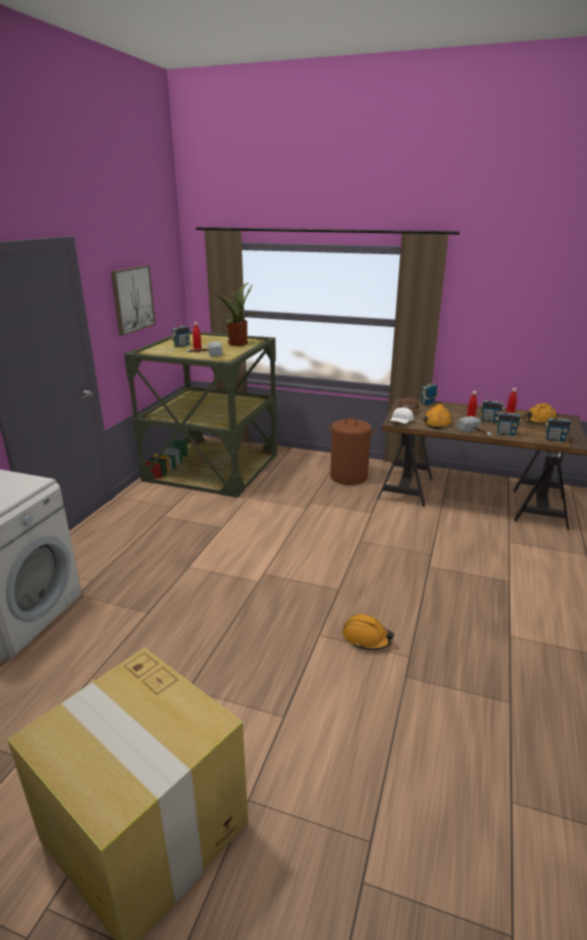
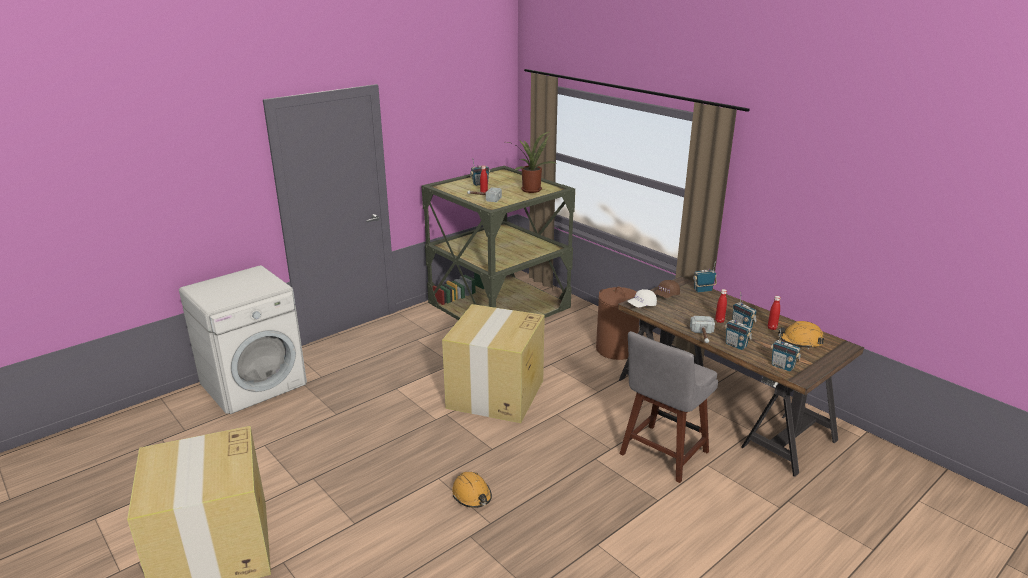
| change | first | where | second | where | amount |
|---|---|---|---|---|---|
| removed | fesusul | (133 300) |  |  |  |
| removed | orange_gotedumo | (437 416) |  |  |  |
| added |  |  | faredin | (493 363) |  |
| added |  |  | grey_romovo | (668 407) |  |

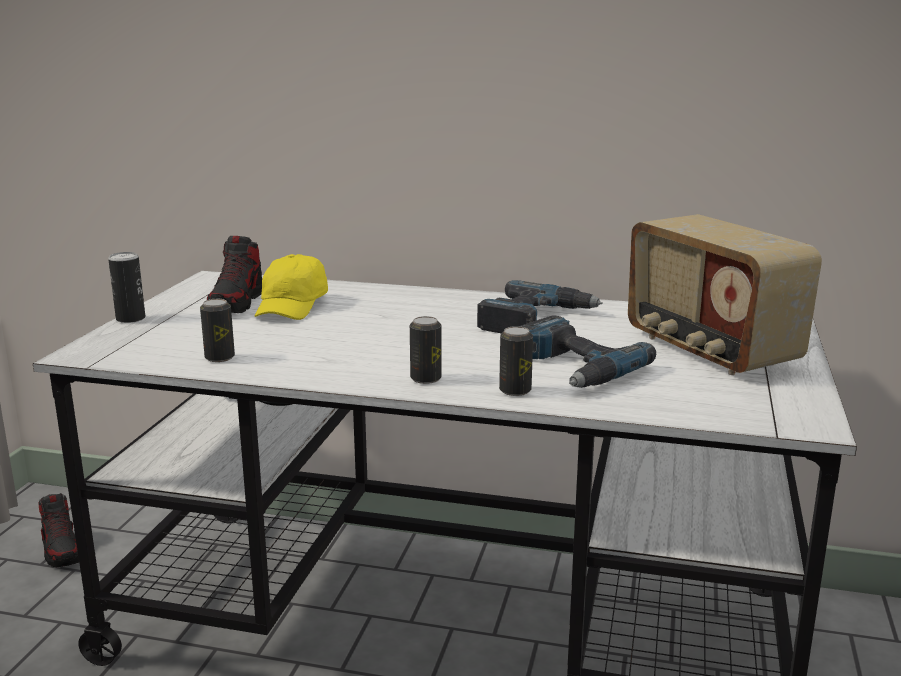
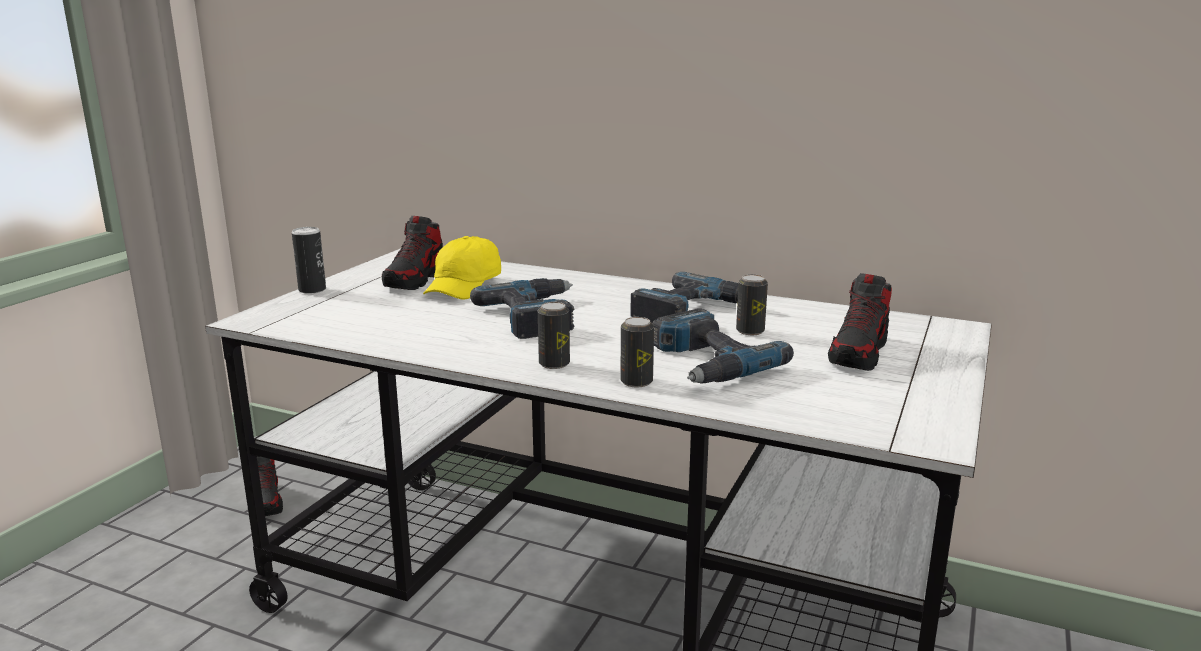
| change | first | where | second | where | amount |
|---|---|---|---|---|---|
| added |  |  | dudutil | (522 308) |  |
| moved | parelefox | (217 330) |  | (752 304) |  |
| replaced | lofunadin | (725 294) | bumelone | (860 322) |  |

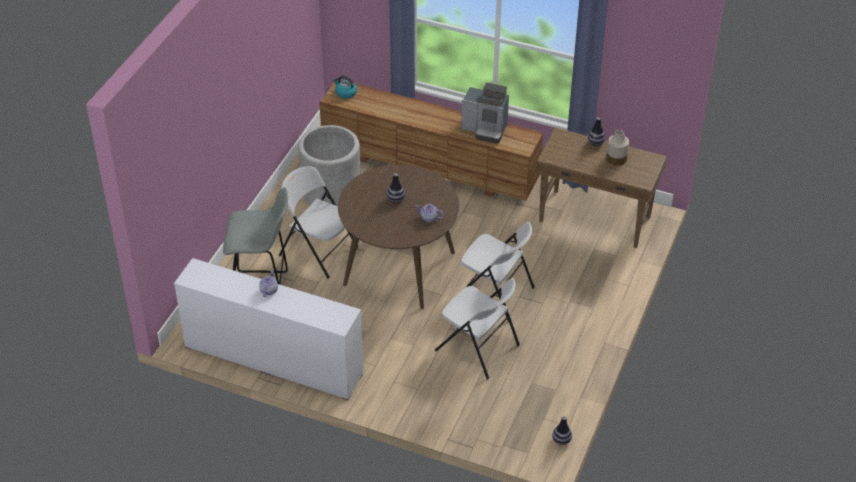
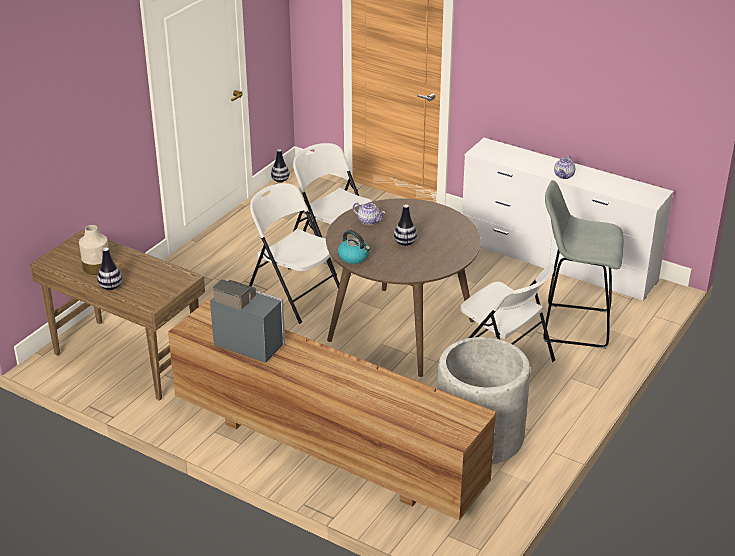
| change | first | where | second | where | amount |
|---|---|---|---|---|---|
| moved | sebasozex | (345 87) |  | (354 247) |  |

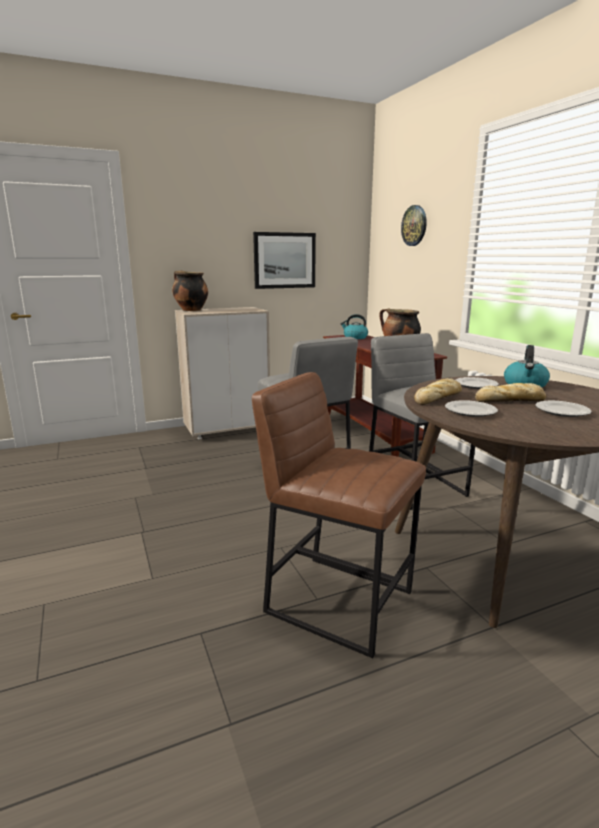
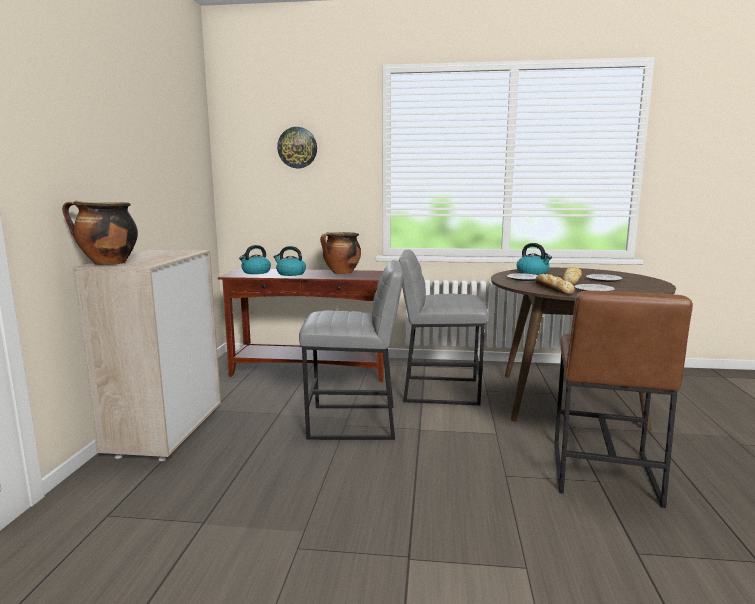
| change | first | where | second | where | amount |
|---|---|---|---|---|---|
| removed | fesusul | (284 260) |  |  |  |
| added |  |  | sebasozex | (289 261) |  |
| turned | brown_romovo | (339 515) |  | (623 399) | 45 degrees counterclockwise |

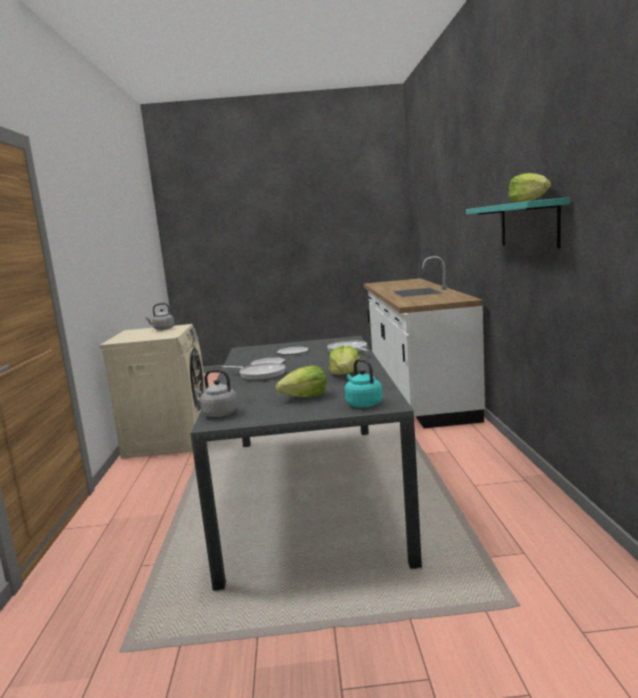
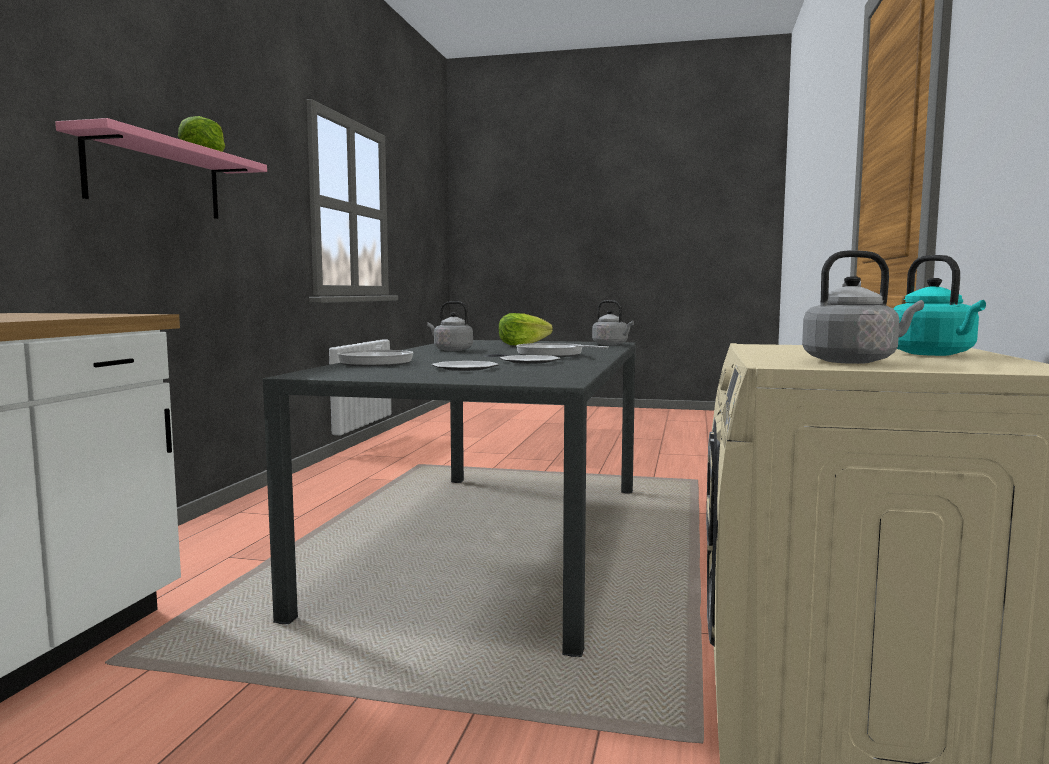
| change | first | where | second | where | amount |
|---|---|---|---|---|---|
| moved | turquoise_sebasozex | (363 383) |  | (939 305) |  |
| replaced | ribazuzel | (344 360) | grey_sebasozex | (450 326) |  |
| recoloured | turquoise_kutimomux | (518 222) | pink_kutimomux | (161 168) |  |

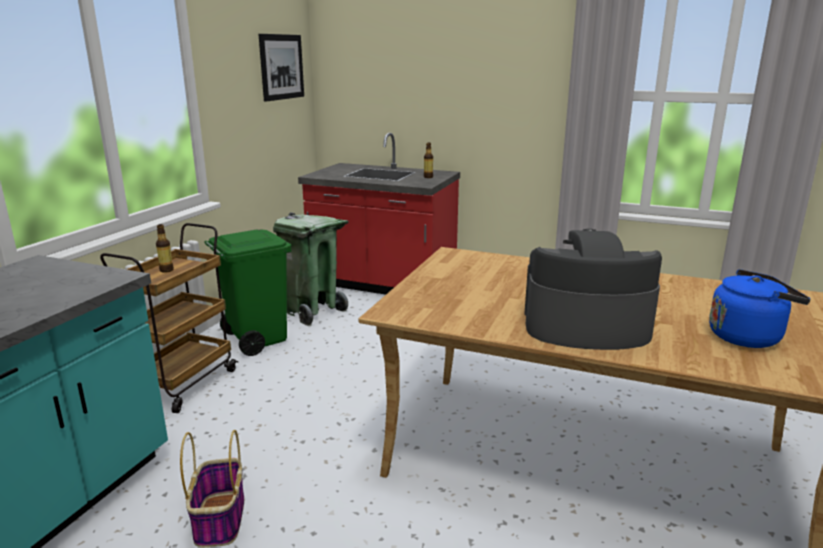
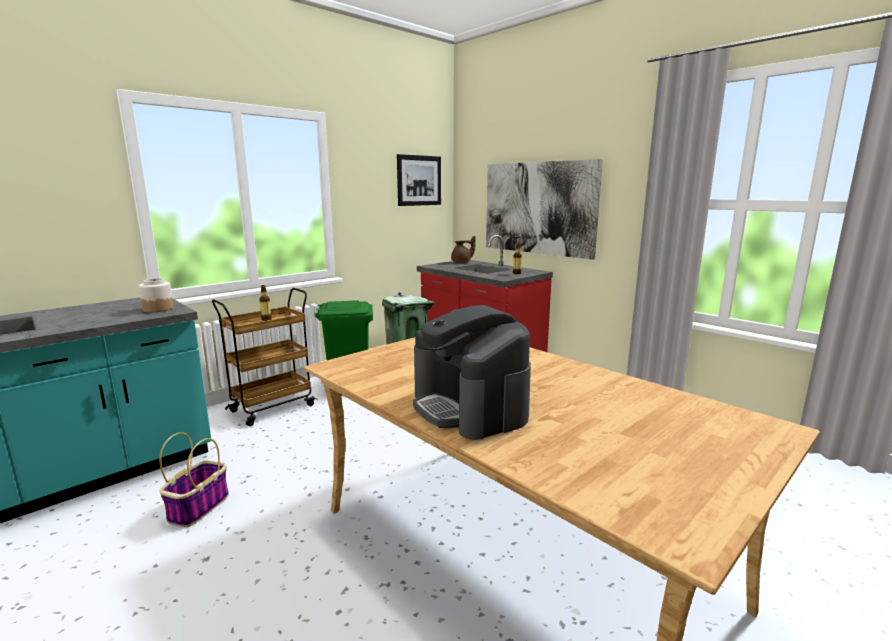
| change | first | where | second | where | amount |
|---|---|---|---|---|---|
| removed | blue_sebasozex | (759 308) |  |  |  |
| added |  |  | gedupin | (156 295) |  |
| added |  |  | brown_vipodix | (463 249) |  |
| added |  |  | fesusul | (544 209) |  |
| turned | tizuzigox | (593 289) |  | (472 372) | 150 degrees counterclockwise |

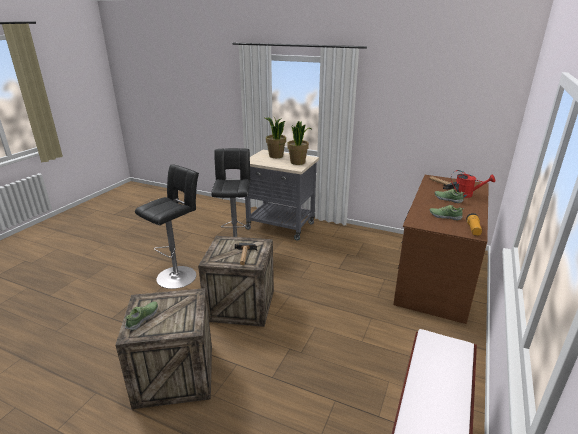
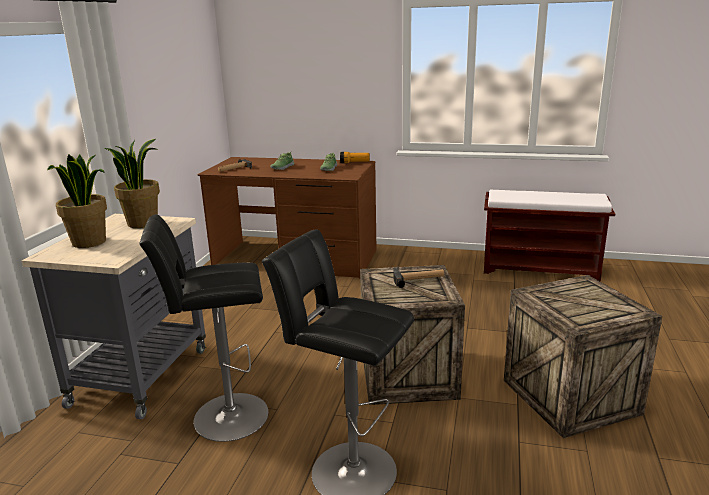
| change | first | where | second | where | amount |
|---|---|---|---|---|---|
| removed | bumelone | (141 315) |  |  |  |
| removed | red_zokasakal | (473 184) |  |  |  |

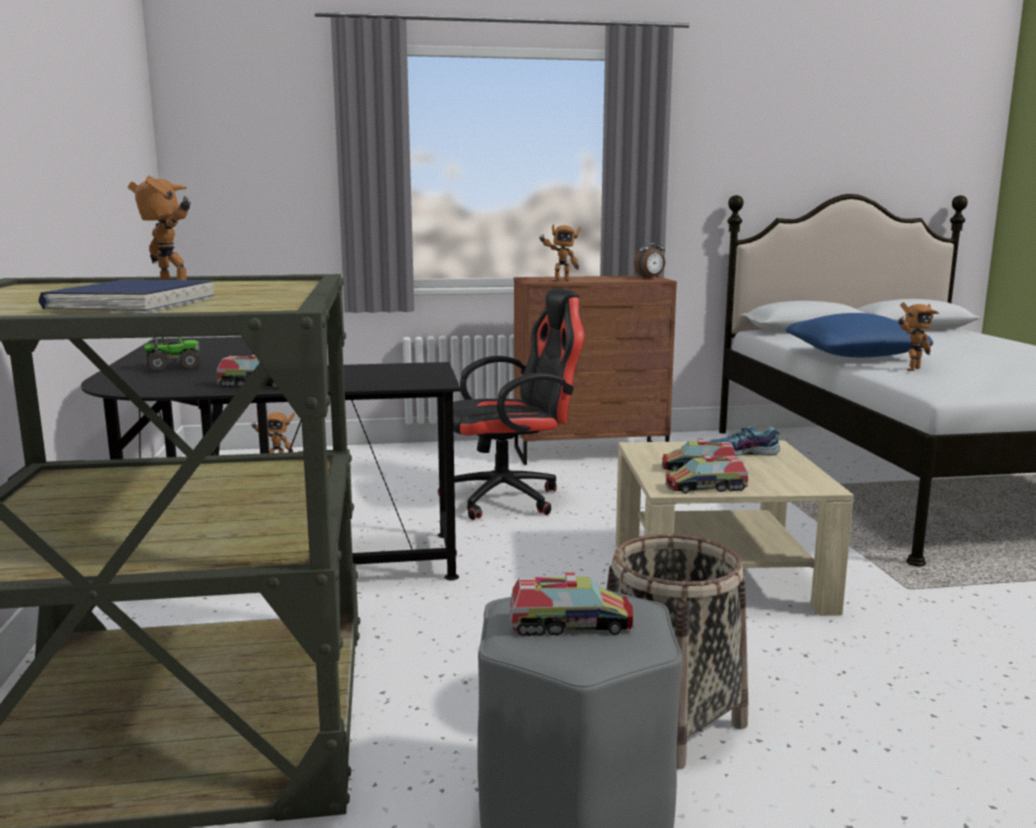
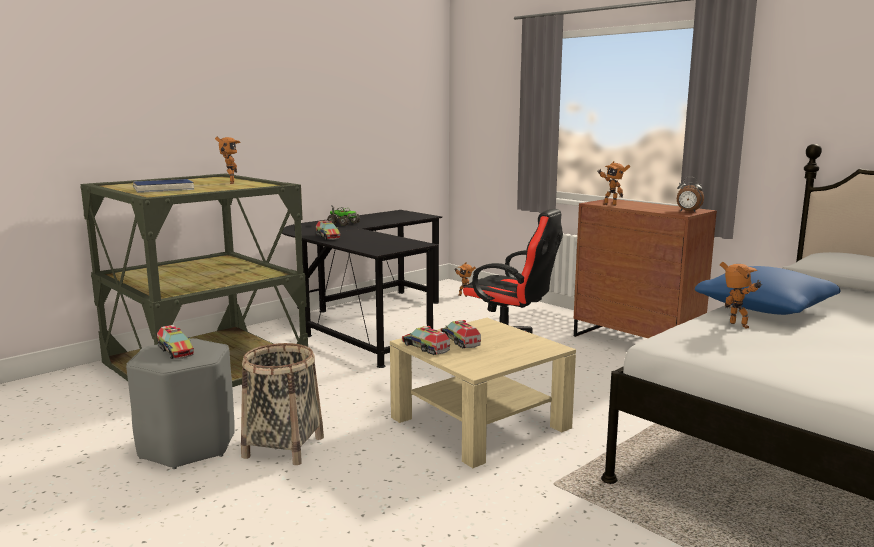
| change | first | where | second | where | amount |
|---|---|---|---|---|---|
| removed | bumelone | (745 441) |  |  |  |
| turned | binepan | (918 336) |  | (741 295) | 135 degrees counterclockwise |

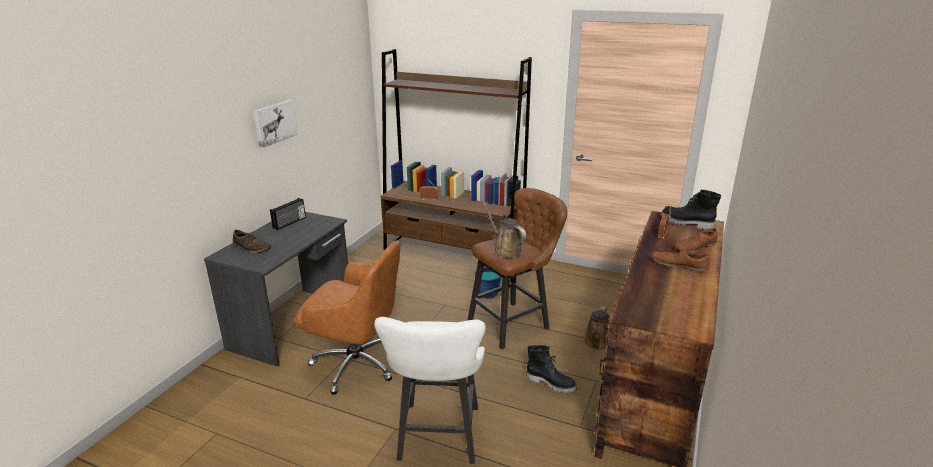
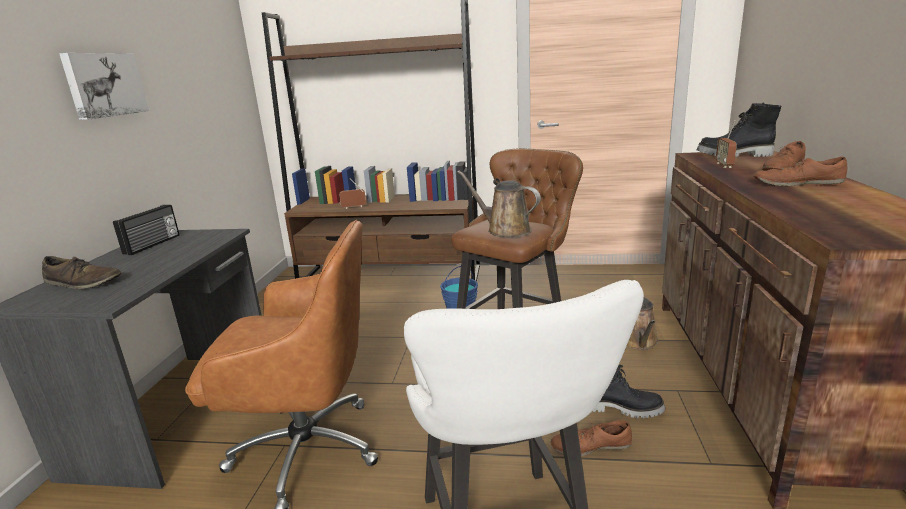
| change | first | where | second | where | amount |
|---|---|---|---|---|---|
| added |  |  | brown_bumelone | (591 438) |  |

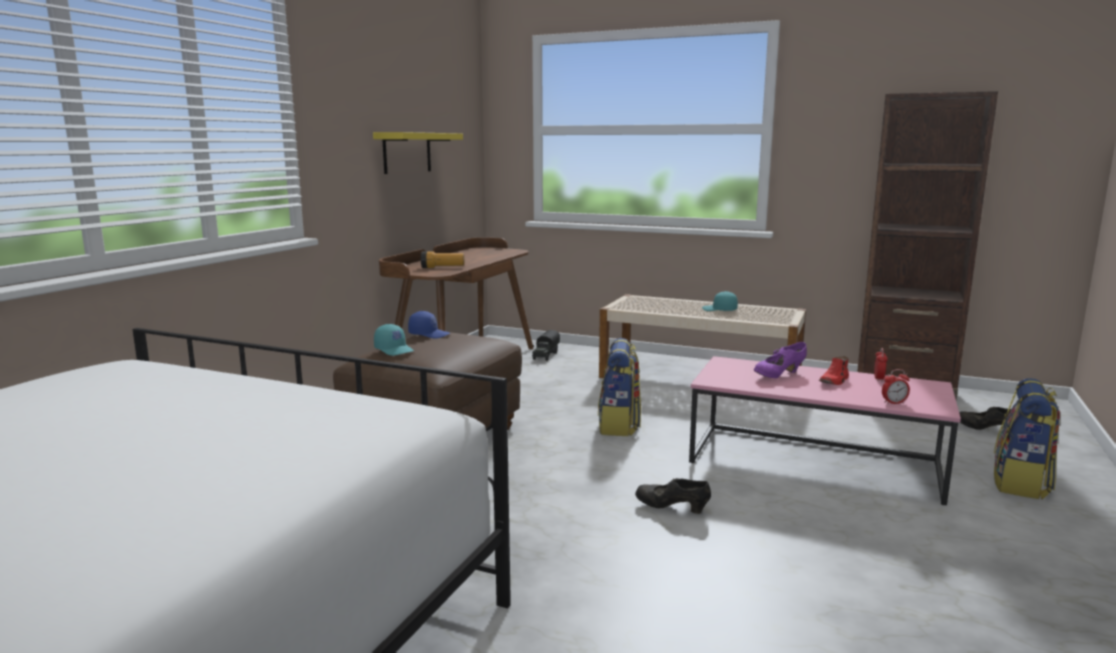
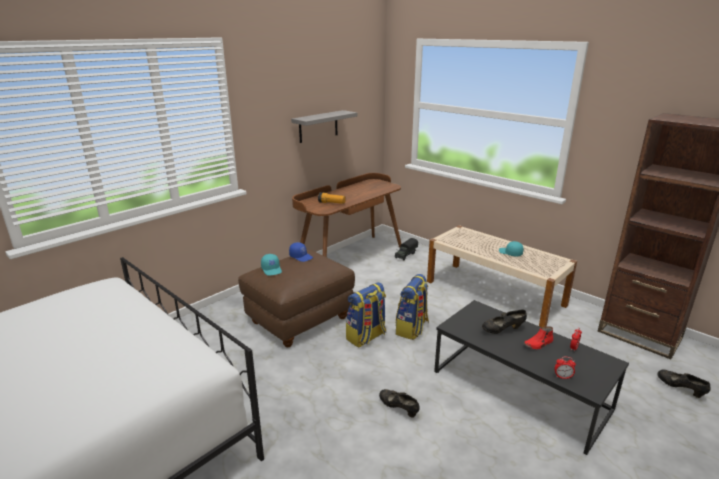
| change | first | where | second | where | amount |
|---|---|---|---|---|---|
| moved | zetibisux | (1027 438) |  | (366 315) |  |
| recoloured | yellow_kutimomux | (418 153) | grey_kutimomux | (324 126) |  |
| recoloured | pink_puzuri | (825 430) | black_puzuri | (531 377) |  |
| recoloured | purple_bumelone | (780 360) | black_bumelone | (504 321) |  |

